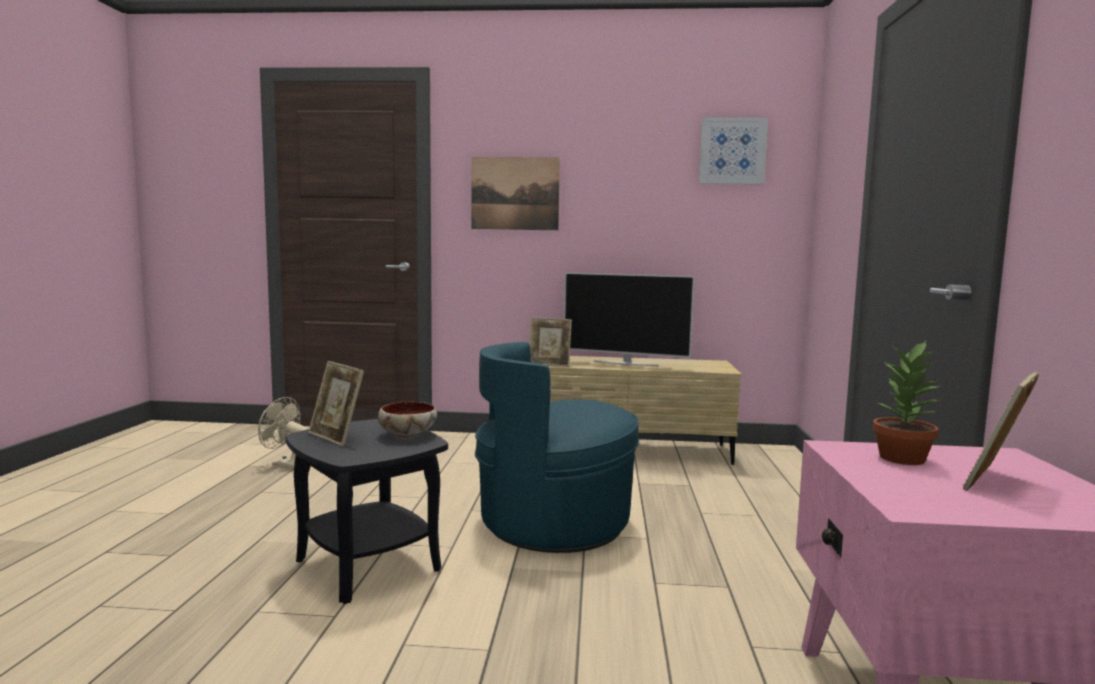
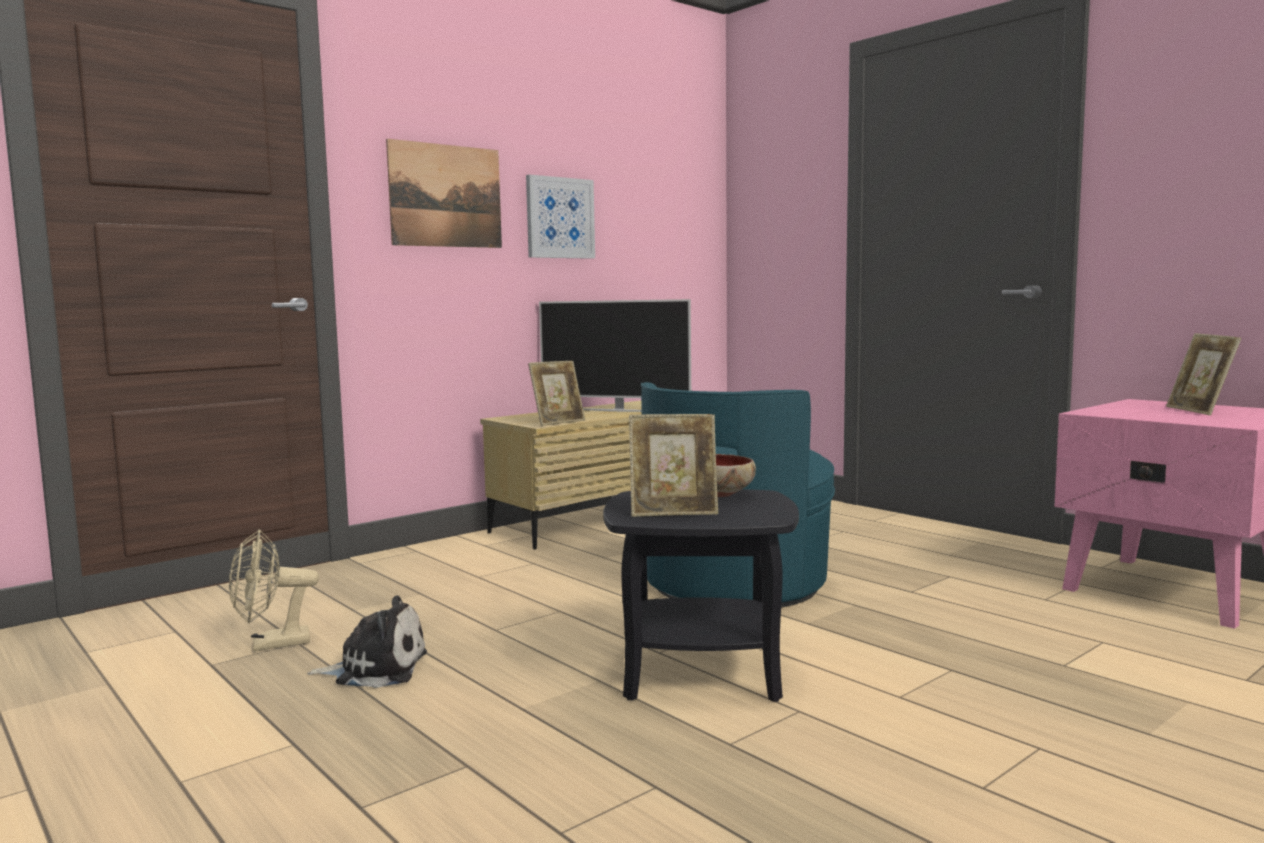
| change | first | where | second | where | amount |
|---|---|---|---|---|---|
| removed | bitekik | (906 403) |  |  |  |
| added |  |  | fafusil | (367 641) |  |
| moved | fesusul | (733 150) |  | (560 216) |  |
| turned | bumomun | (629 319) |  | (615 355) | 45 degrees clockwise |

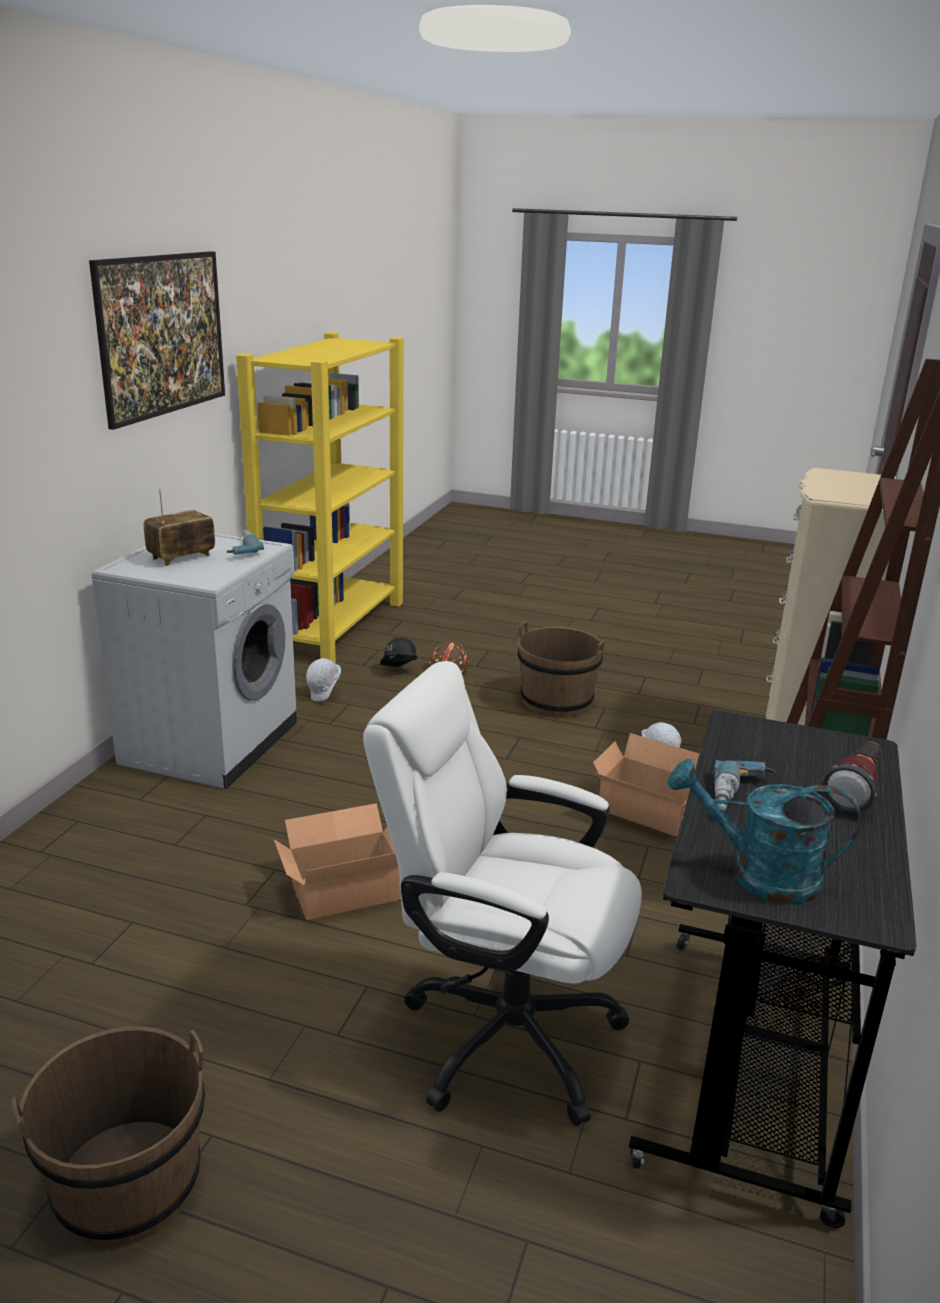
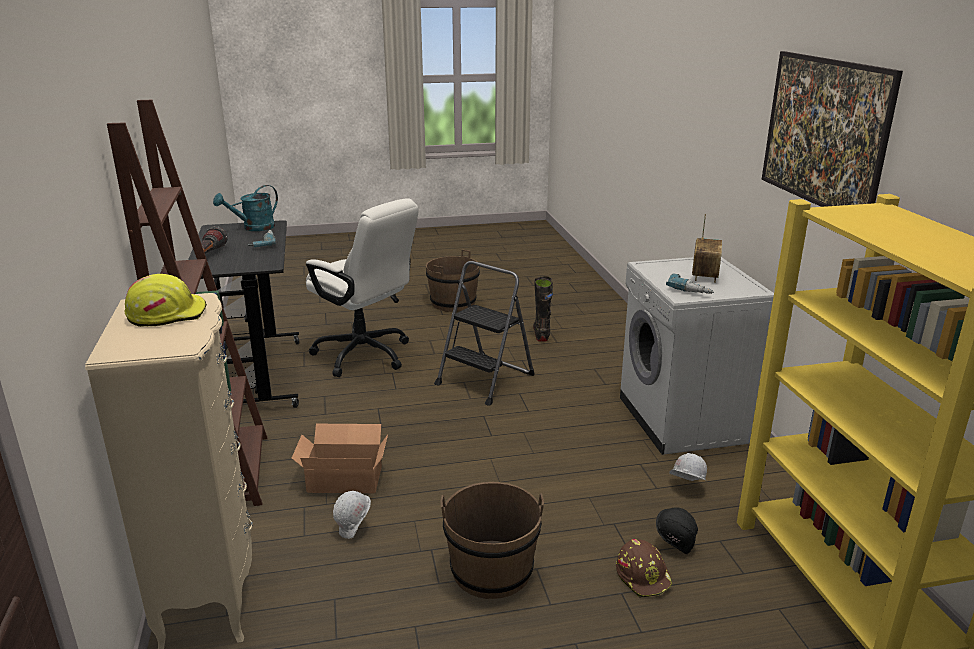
| change | first | where | second | where | amount |
|---|---|---|---|---|---|
| added |  |  | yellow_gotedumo | (166 300) |  |
| added |  |  | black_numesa | (543 309) |  |
| replaced | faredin | (337 861) | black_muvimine | (484 333) |  |
| turned | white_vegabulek | (502 893) |  | (362 287) | 45 degrees clockwise |
| turned | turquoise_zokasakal | (764 832) |  | (245 208) | 150 degrees clockwise |

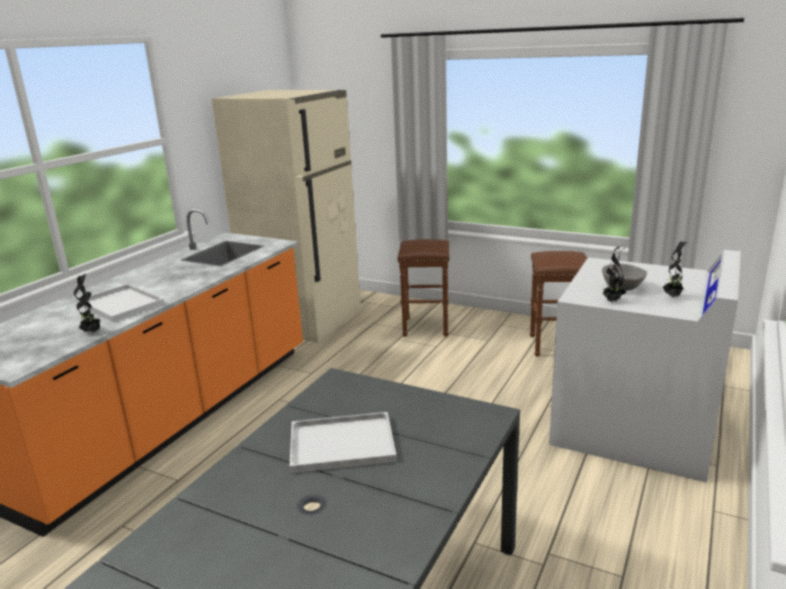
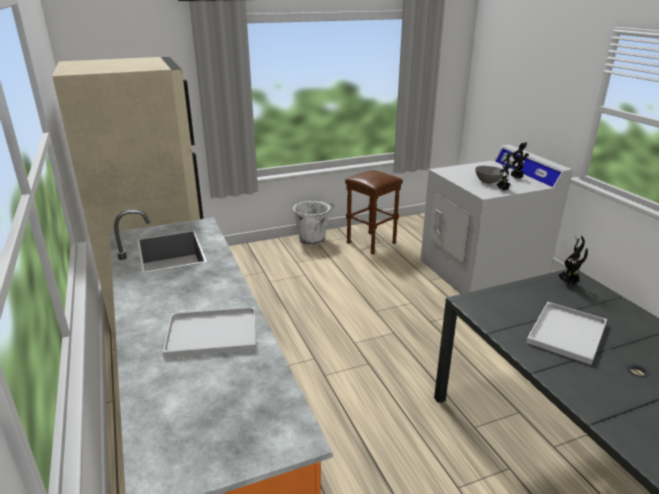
| change | first | where | second | where | amount |
|---|---|---|---|---|---|
| removed | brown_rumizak | (423 288) |  |  |  |
| added |  |  | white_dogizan | (314 223) |  |
| moved | bitekik | (88 303) |  | (573 260) |  |

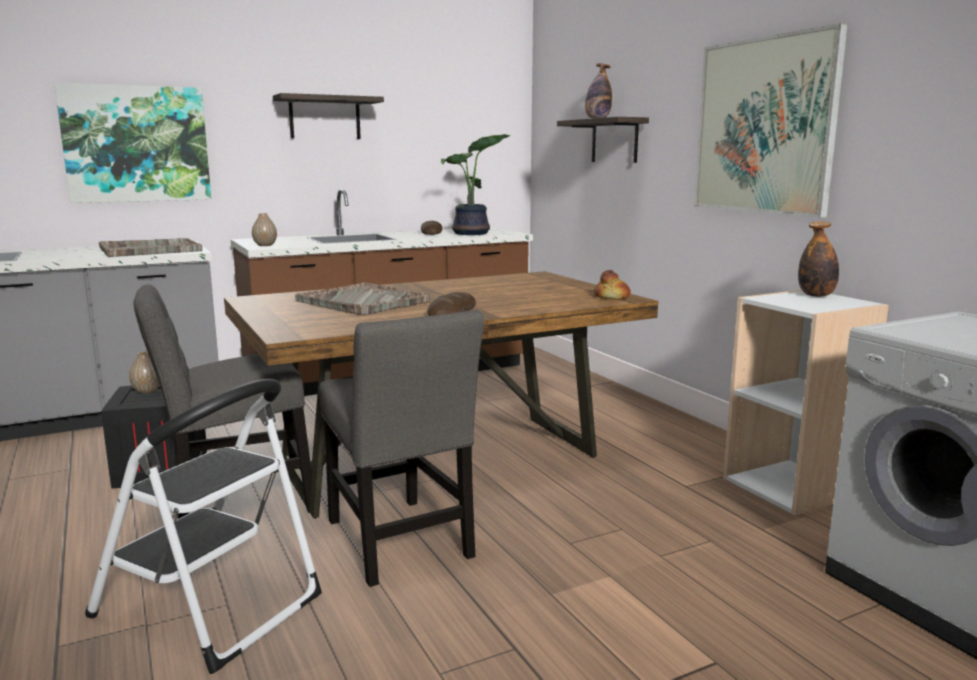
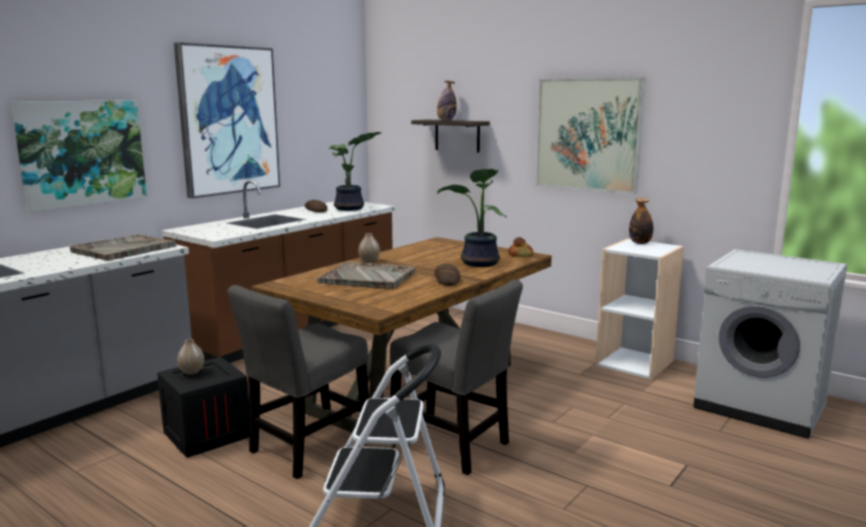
| change | first | where | second | where | amount |
|---|---|---|---|---|---|
| added |  |  | bitekik | (472 218) |  |
| moved | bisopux | (264 229) |  | (369 248) |  |
| replaced | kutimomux | (328 116) | fesusul | (227 120) |  |

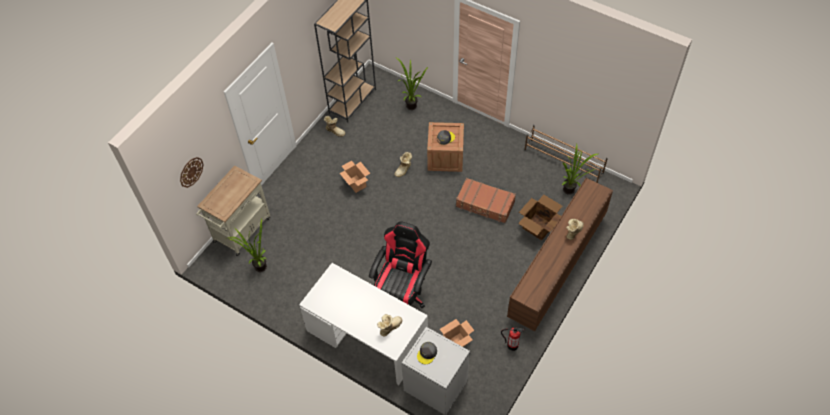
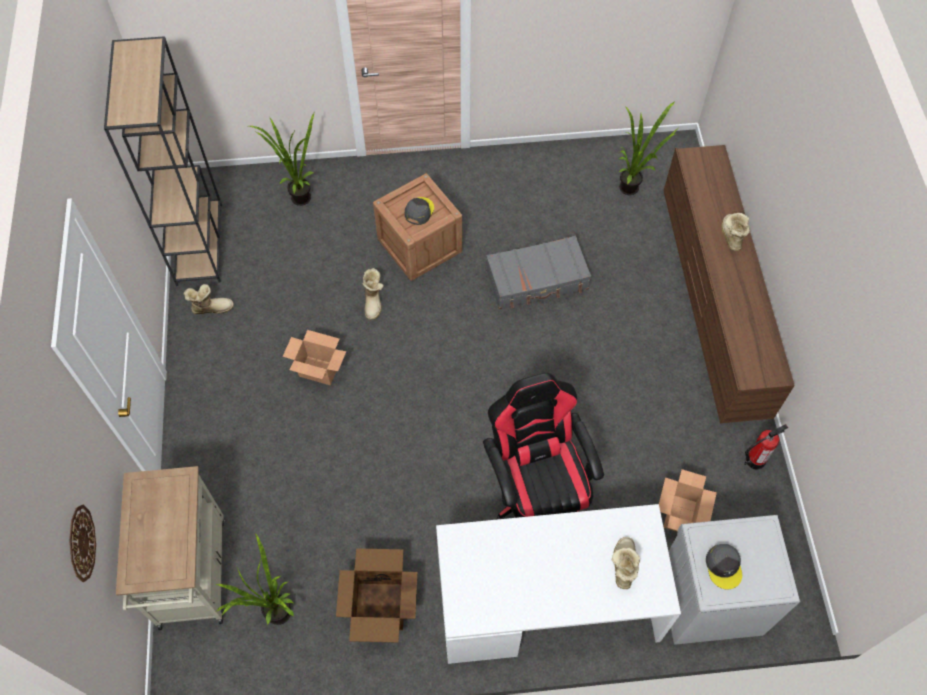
| change | first | where | second | where | amount |
|---|---|---|---|---|---|
| removed | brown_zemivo | (566 154) |  |  |  |
| moved | faredin | (540 217) |  | (376 595) |  |
| recoloured | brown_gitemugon | (486 200) | grey_gitemugon | (538 272) |  |

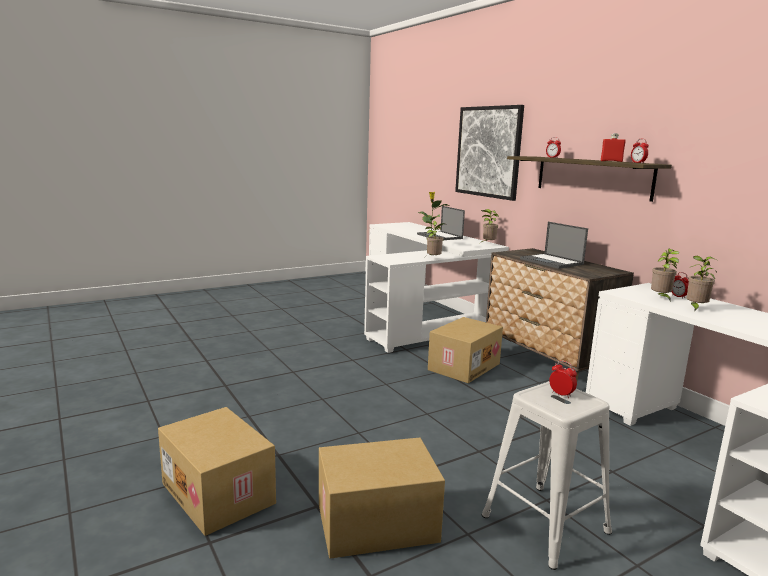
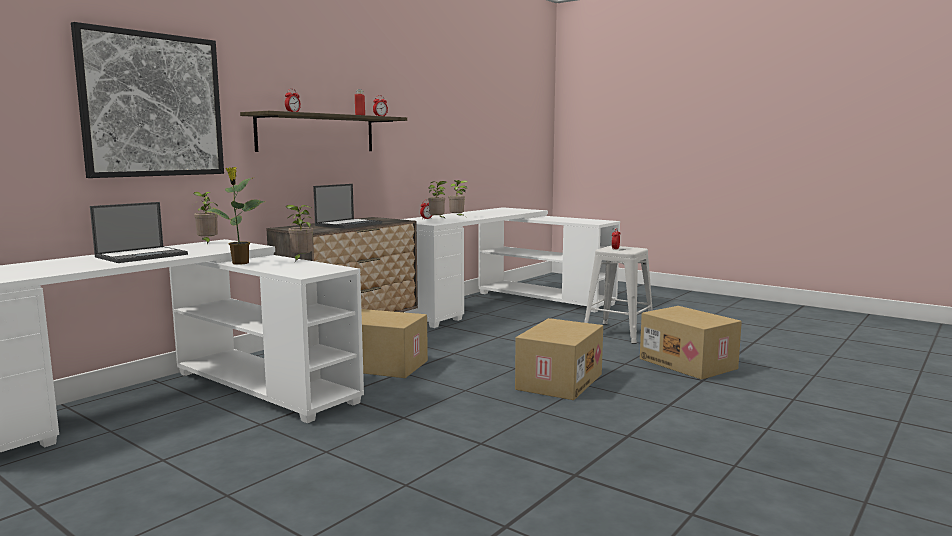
| change | first | where | second | where | amount |
|---|---|---|---|---|---|
| moved | faredin | (217 471) |  | (559 359) |  |

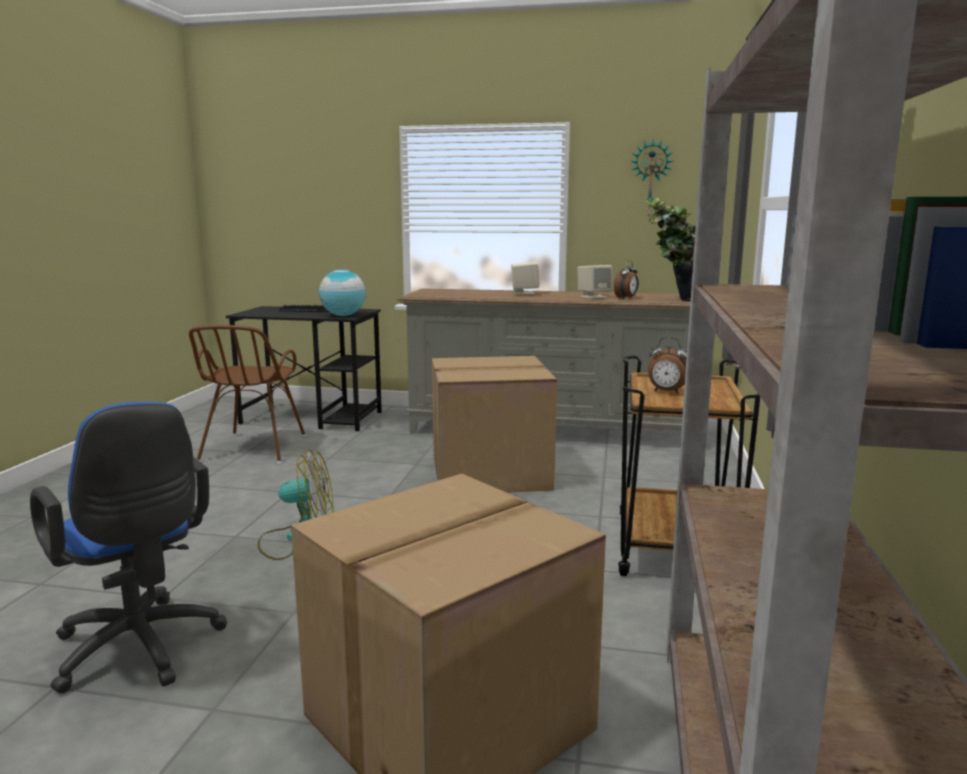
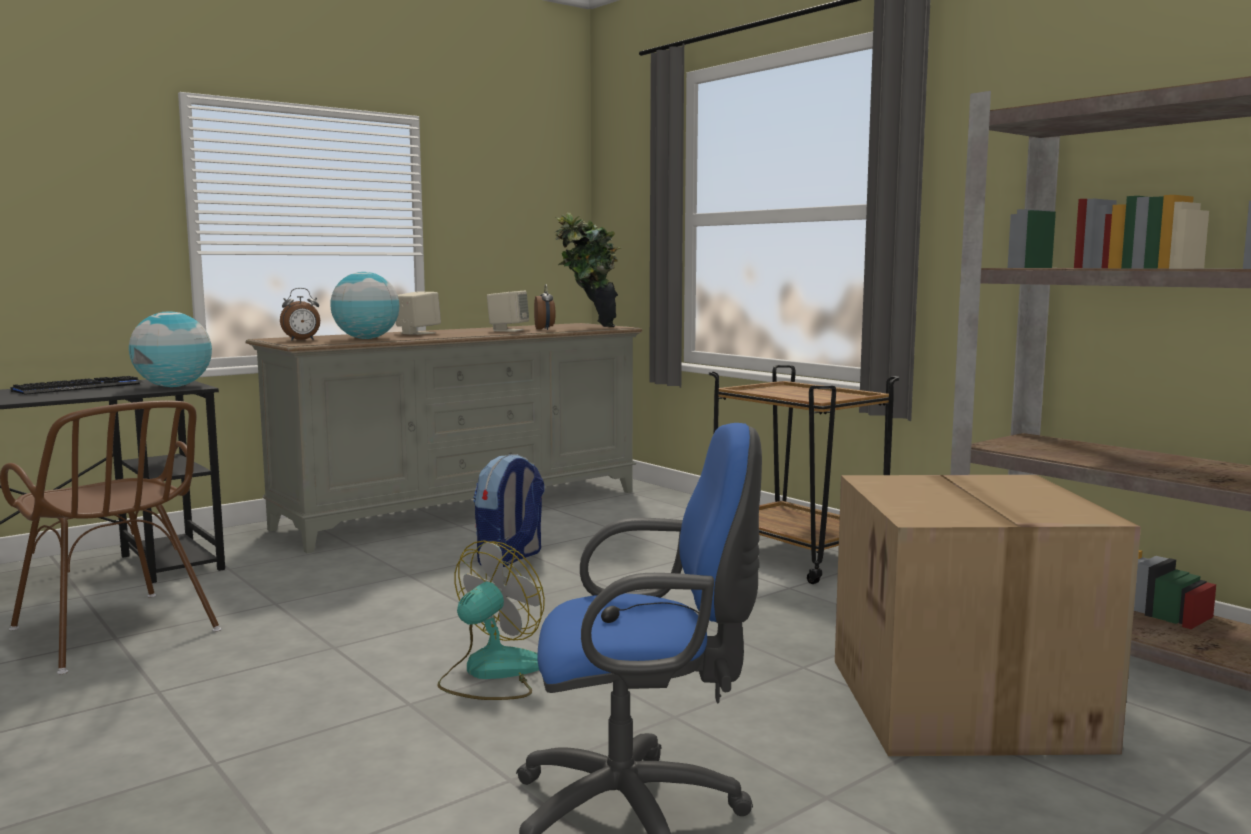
| change | first | where | second | where | amount |
|---|---|---|---|---|---|
| removed | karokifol | (651 177) |  |  |  |
| added |  |  | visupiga | (364 305) |  |
| moved | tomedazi | (667 365) |  | (300 314) |  |
| replaced | faredin | (494 424) | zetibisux | (509 510) |  |

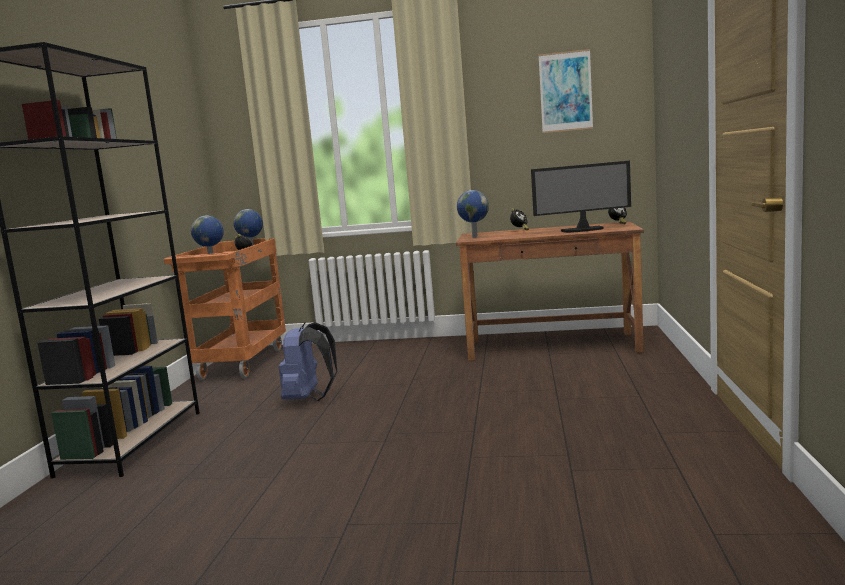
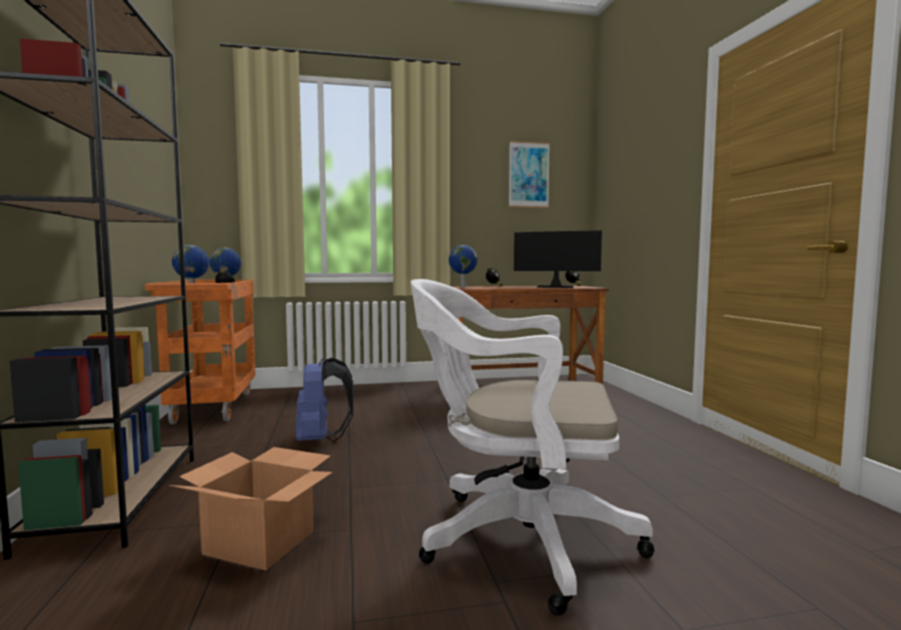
| change | first | where | second | where | amount |
|---|---|---|---|---|---|
| added |  |  | faredin | (251 509) |  |
| added |  |  | white_vegabulek | (533 447) |  |
| turned | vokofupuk | (581 197) |  | (558 259) | 135 degrees counterclockwise |

